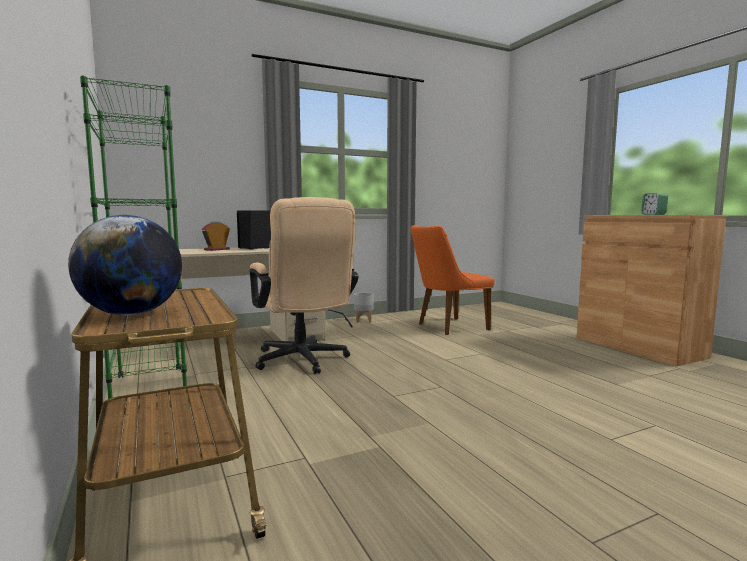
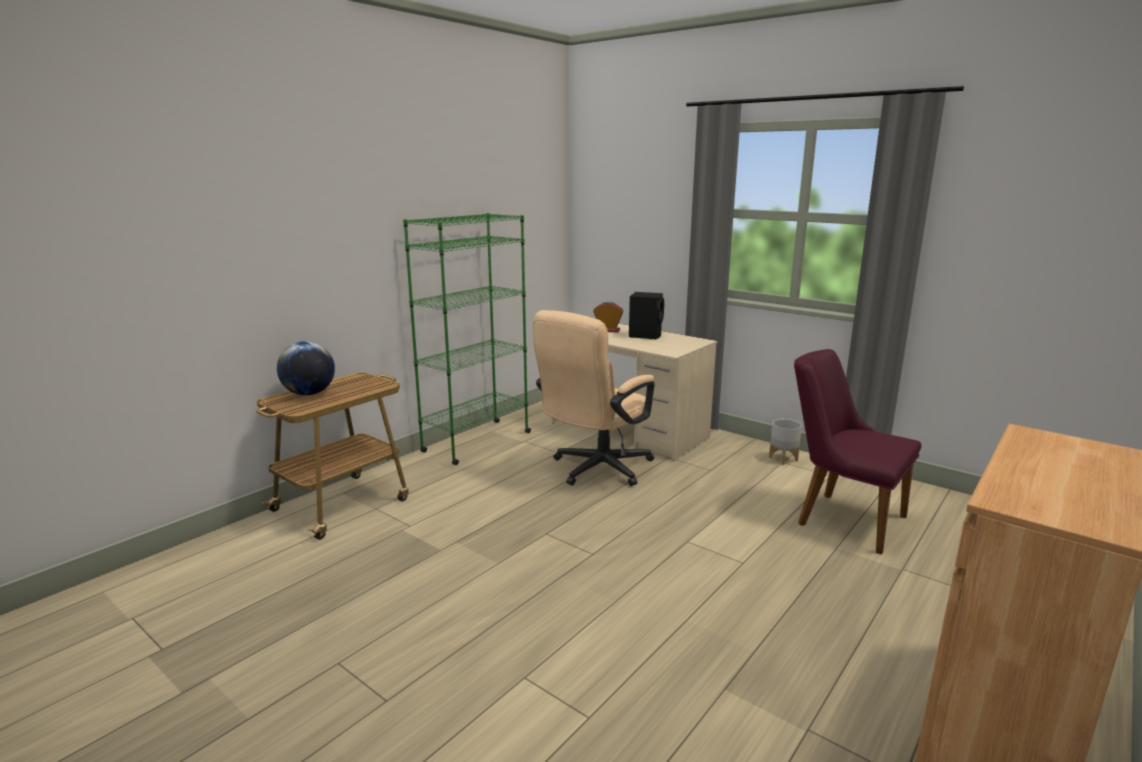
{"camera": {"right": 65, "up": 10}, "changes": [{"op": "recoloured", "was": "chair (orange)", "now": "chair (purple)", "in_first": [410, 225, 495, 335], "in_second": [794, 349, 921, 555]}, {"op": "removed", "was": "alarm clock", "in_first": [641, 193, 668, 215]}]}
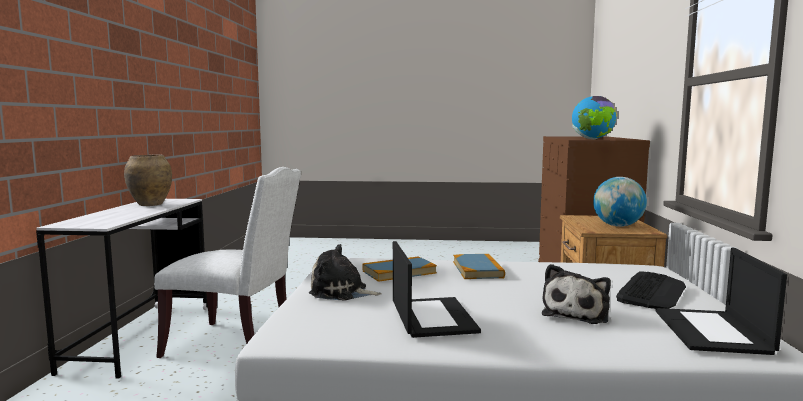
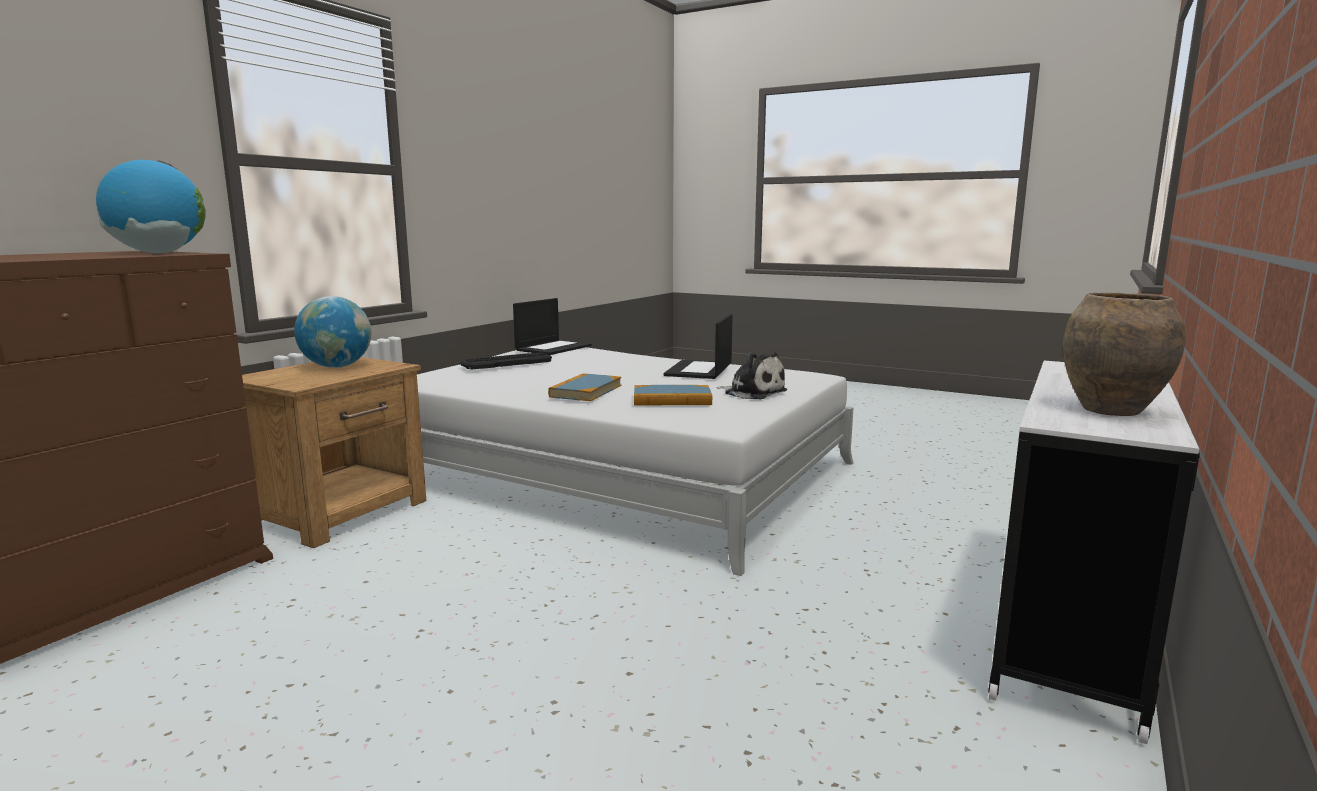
{"camera": {"right": -155, "up": 5}, "changes": [{"op": "removed", "was": "chair (white)", "in_first": [154, 167, 301, 358]}, {"op": "removed", "was": "plush toy", "in_first": [542, 264, 611, 324]}]}
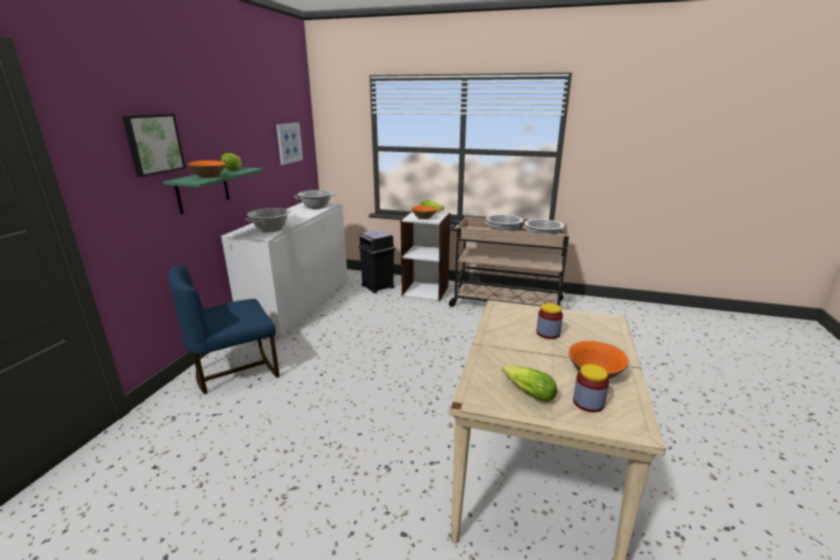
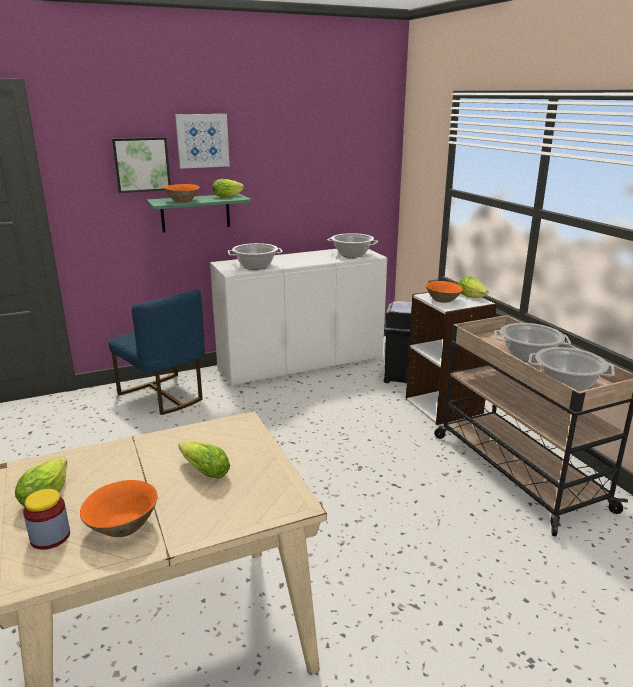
{"camera": {"right": 50, "up": 0}, "changes": [{"op": "turned", "was": "chair (blue)", "in_first": [169, 265, 280, 394], "in_second": [109, 290, 205, 415], "clockwise": -150}, {"op": "moved", "was": "picture", "in_first": [276, 123, 303, 165], "in_second": [175, 114, 230, 169]}, {"op": "replaced", "was": "jar", "now": "lettuce", "in_first": [536, 303, 563, 339], "in_second": [178, 441, 230, 478]}]}
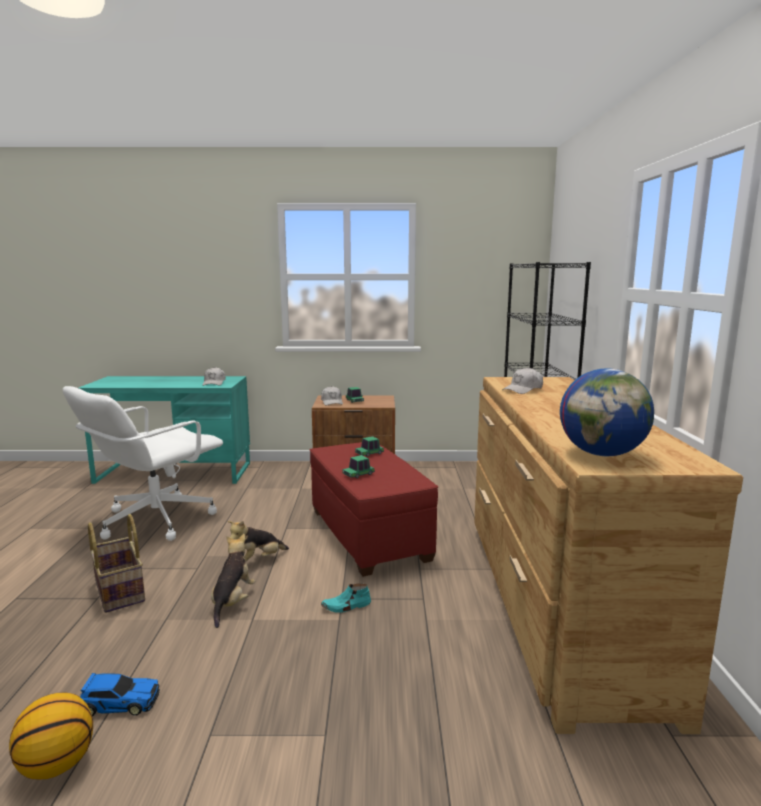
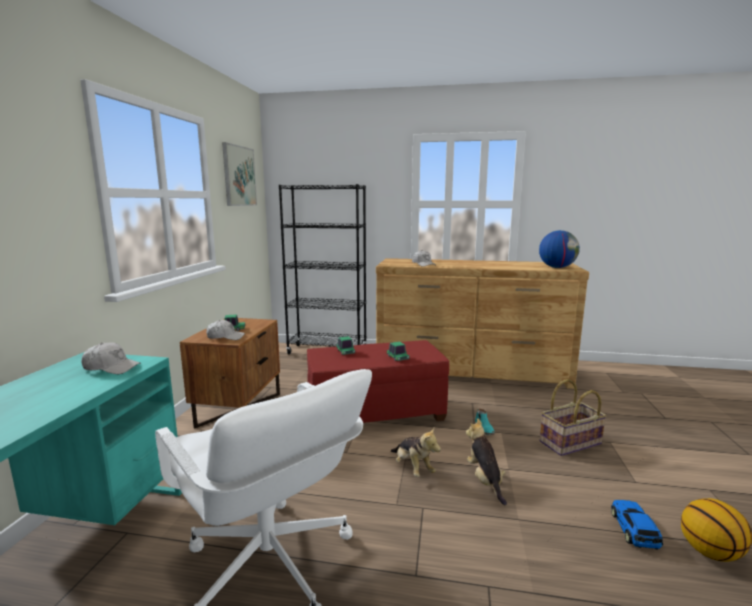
{"camera": {"right": -80, "up": 0}, "changes": [{"op": "added", "now": "picture", "in_second": [222, 142, 257, 206]}, {"op": "turned", "was": "plush toy", "in_first": [211, 534, 255, 628], "in_second": [466, 418, 507, 505], "clockwise": 60}, {"op": "moved", "was": "basket", "in_first": [88, 514, 145, 613], "in_second": [540, 379, 607, 456]}]}
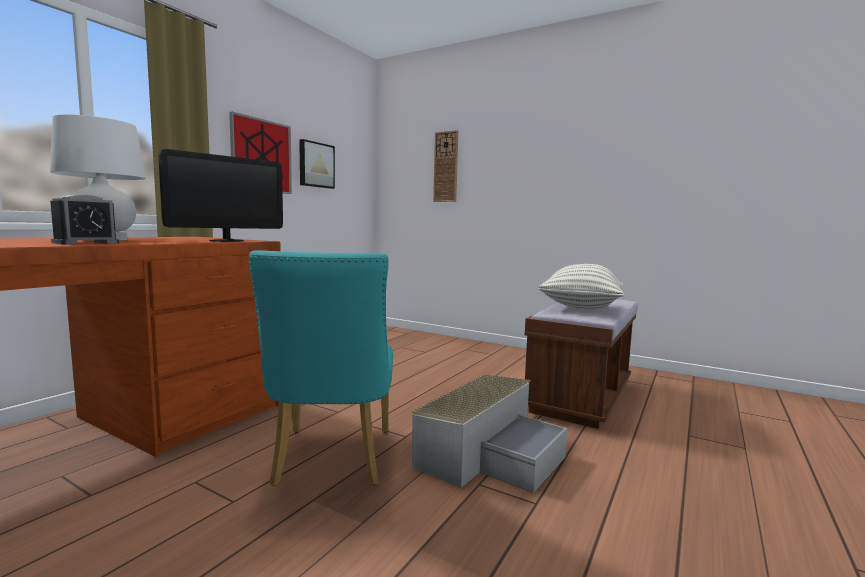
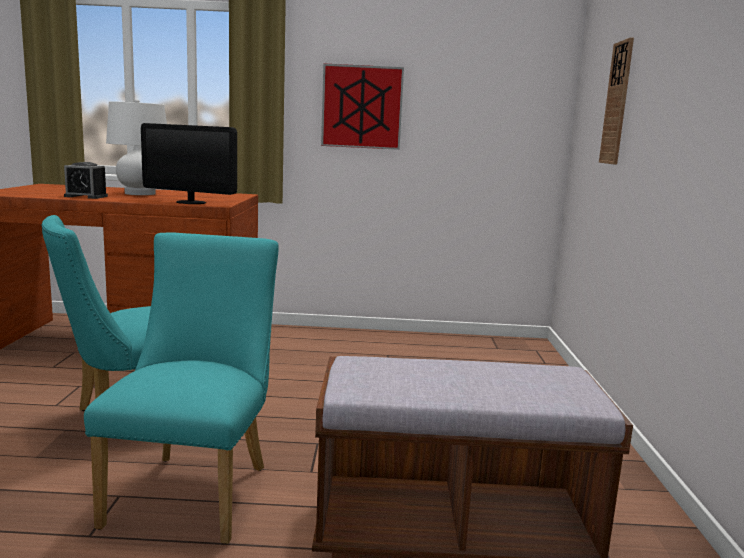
{"camera": {"right": 60, "up": 5}, "changes": [{"op": "replaced", "was": "storage box (grey)", "now": "chair (turquoise)", "in_first": [412, 374, 568, 493], "in_second": [84, 232, 279, 544]}, {"op": "removed", "was": "picture", "in_first": [299, 139, 335, 189]}, {"op": "removed", "was": "pillow", "in_first": [538, 264, 624, 310]}]}
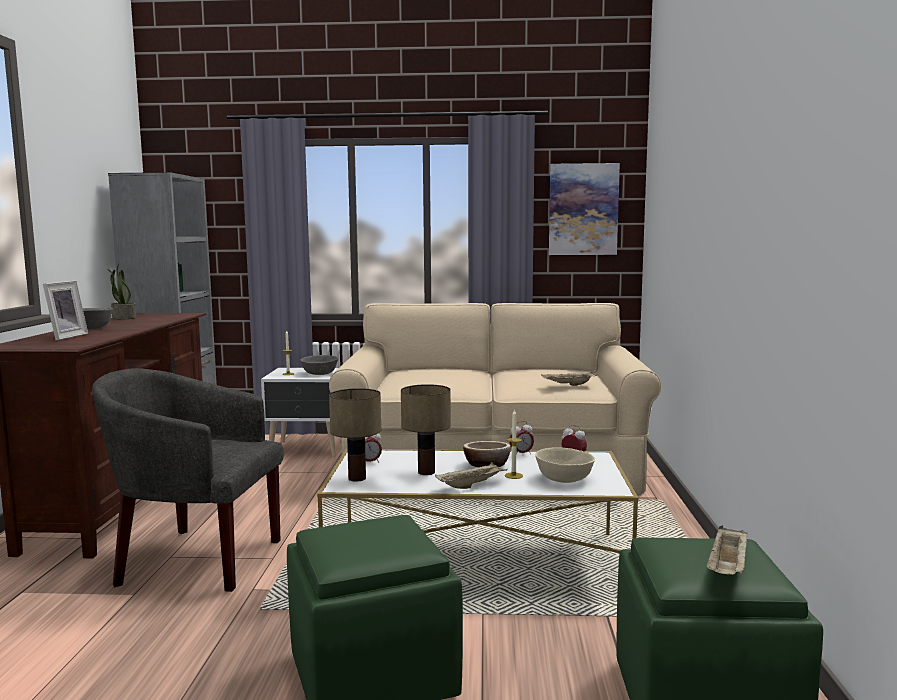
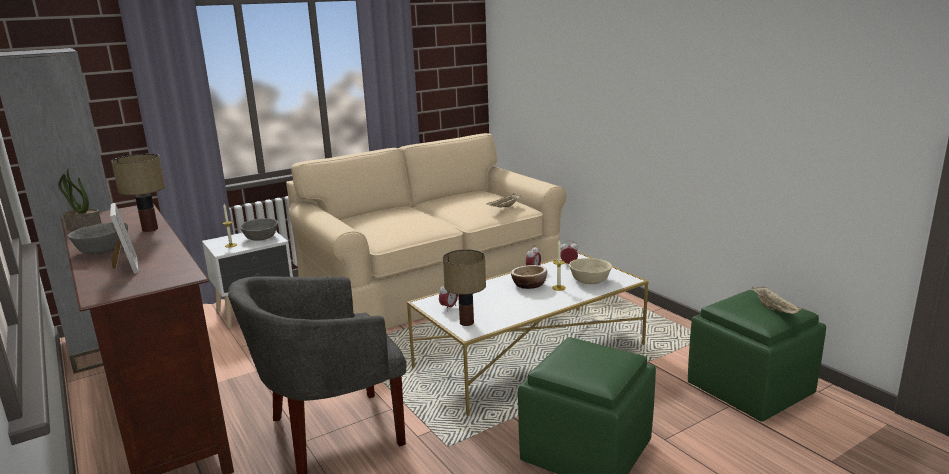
{"camera": {"right": -35, "up": 10}, "changes": [{"op": "moved", "was": "table lamp", "in_first": [401, 384, 451, 475], "in_second": [111, 154, 165, 232]}, {"op": "removed", "was": "tray (beige)", "in_first": [435, 462, 508, 489]}, {"op": "removed", "was": "picture", "in_first": [549, 163, 620, 255]}]}
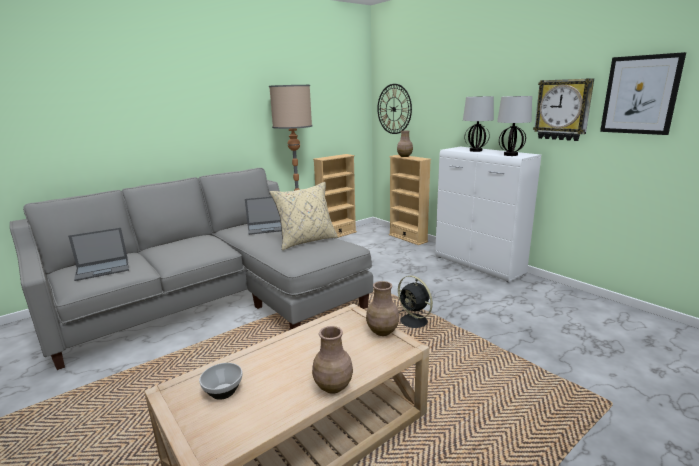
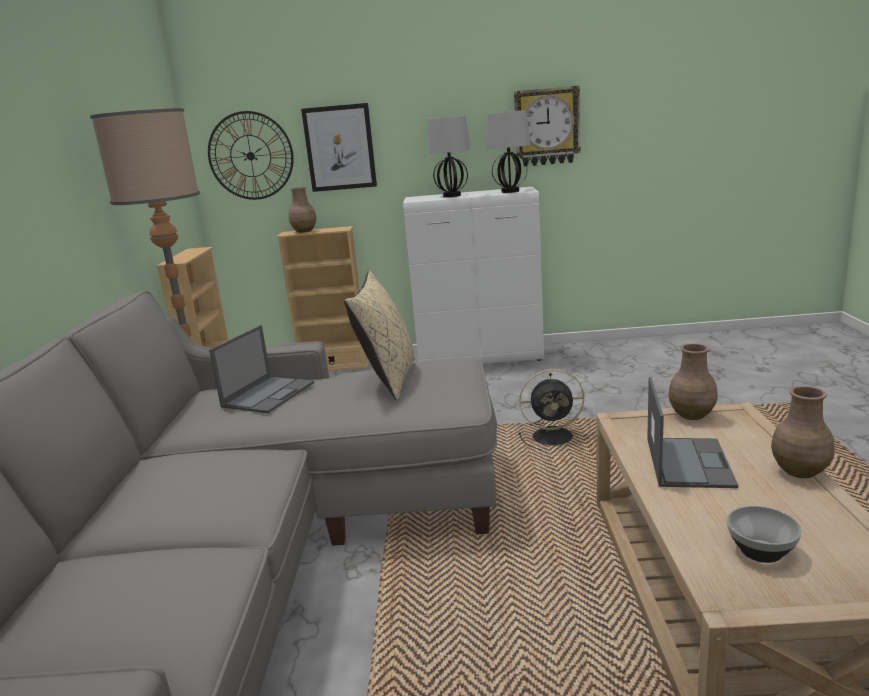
{"camera": {"right": -50, "up": 0}, "changes": [{"op": "moved", "was": "picture", "in_first": [600, 52, 686, 135], "in_second": [301, 103, 377, 192]}, {"op": "moved", "was": "laptop", "in_first": [68, 227, 129, 281], "in_second": [647, 377, 738, 488]}]}
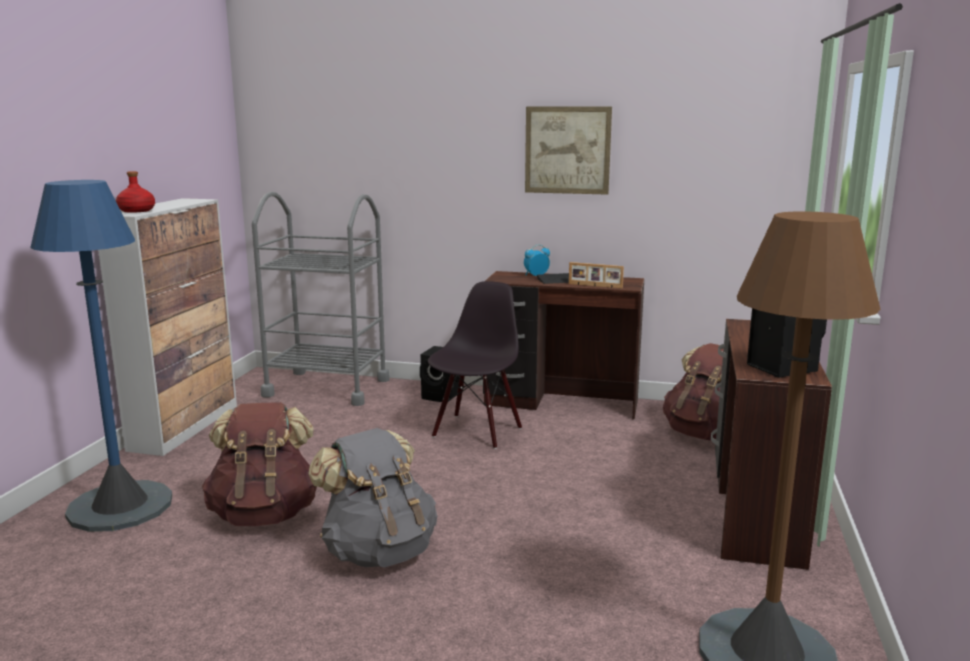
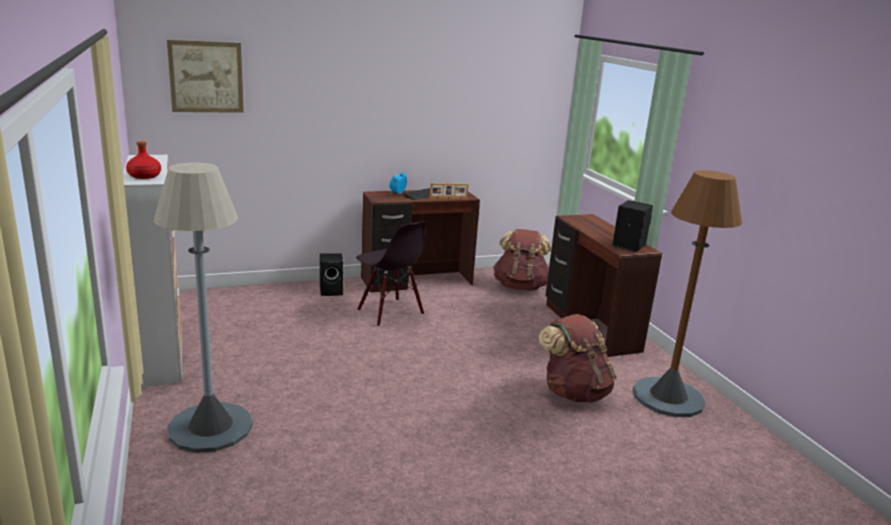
{"camera": {"right": -35, "up": 5}, "changes": [{"op": "recoloured", "was": "floor lamp (blue)", "now": "floor lamp (grey)", "in_first": [30, 180, 172, 532], "in_second": [154, 163, 253, 453]}, {"op": "moved", "was": "picture", "in_first": [525, 107, 612, 195], "in_second": [167, 40, 244, 113]}, {"op": "turned", "was": "chair (black)", "in_first": [428, 281, 522, 449], "in_second": [356, 221, 426, 327], "clockwise": 150}, {"op": "moved", "was": "backpack (brown)", "in_first": [202, 402, 317, 526], "in_second": [539, 314, 617, 403]}, {"op": "removed", "was": "cart (grey)", "in_first": [252, 192, 390, 406]}, {"op": "removed", "was": "backpack (grey)", "in_first": [308, 428, 437, 567]}]}
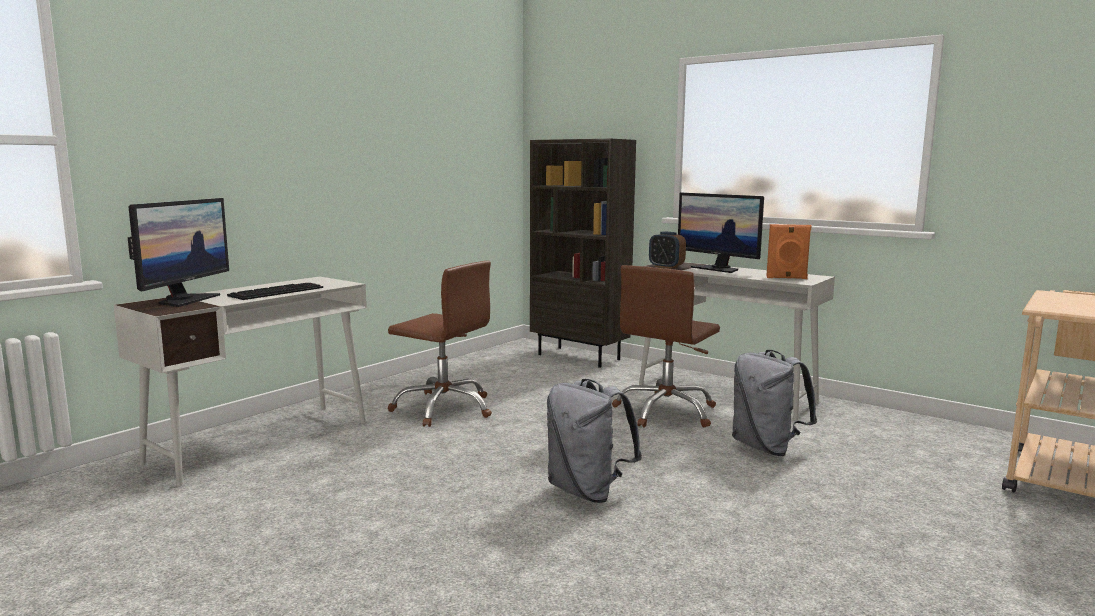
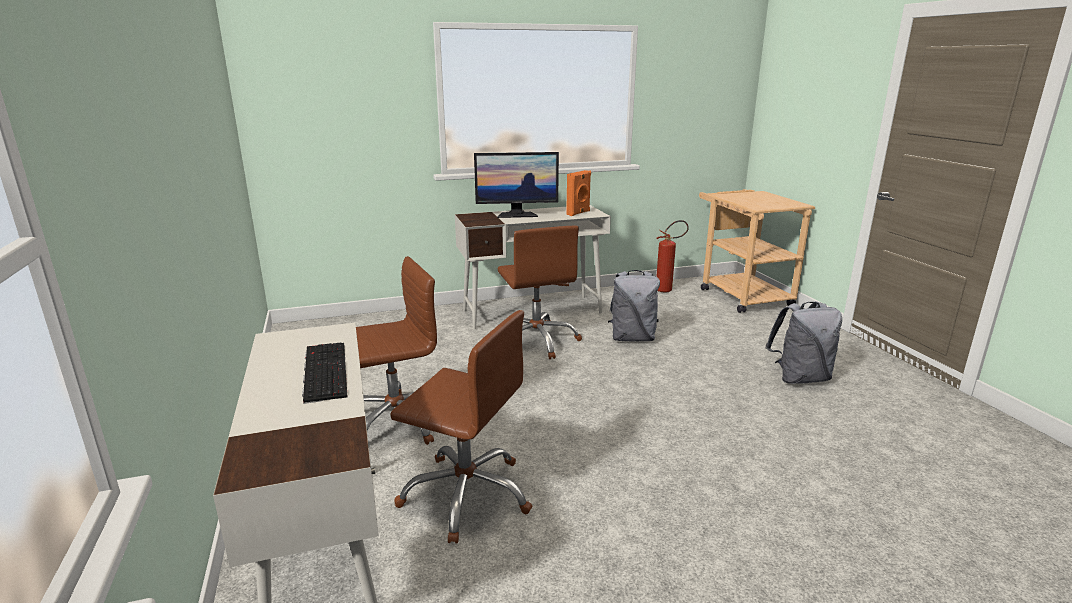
{"camera": {"right": -55, "up": 10}, "changes": [{"op": "added", "now": "office chair (brown)", "in_second": [390, 310, 532, 544]}, {"op": "added", "now": "fire extinguisher", "in_second": [656, 220, 689, 292]}, {"op": "moved", "was": "backpack (grey)", "in_first": [547, 379, 642, 503], "in_second": [765, 301, 842, 384]}, {"op": "removed", "was": "monitor", "in_first": [128, 198, 229, 307]}, {"op": "removed", "was": "bookcase (brown)", "in_first": [530, 139, 636, 368]}, {"op": "removed", "was": "alarm clock", "in_first": [649, 231, 686, 269]}]}
